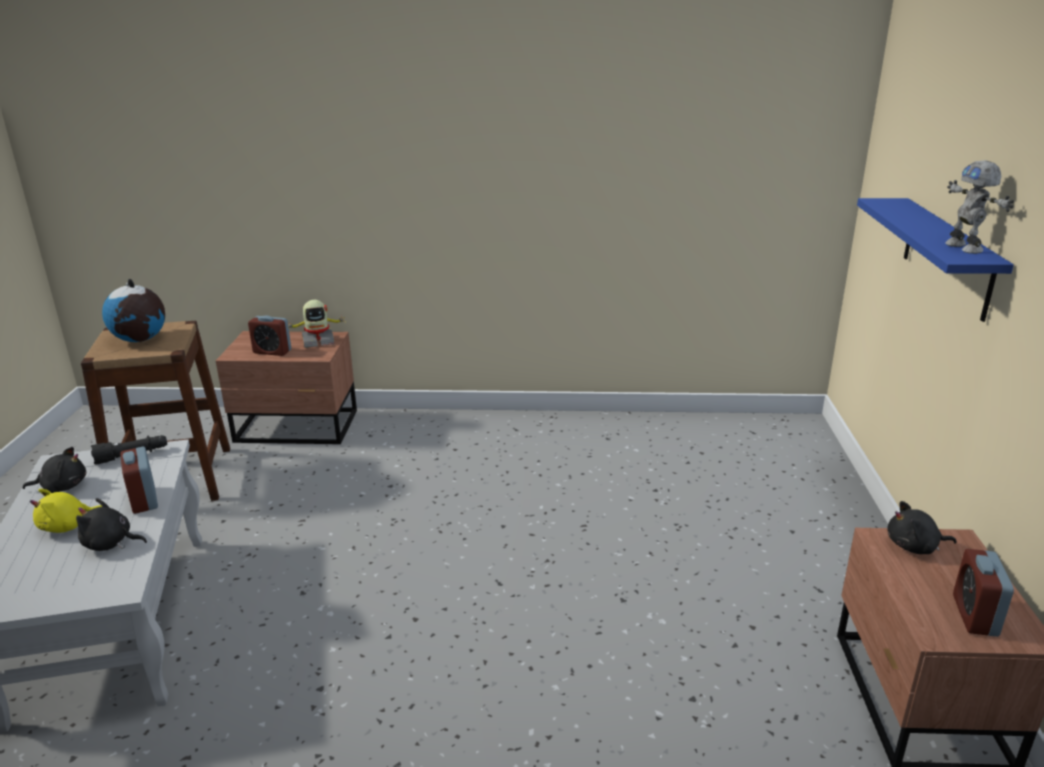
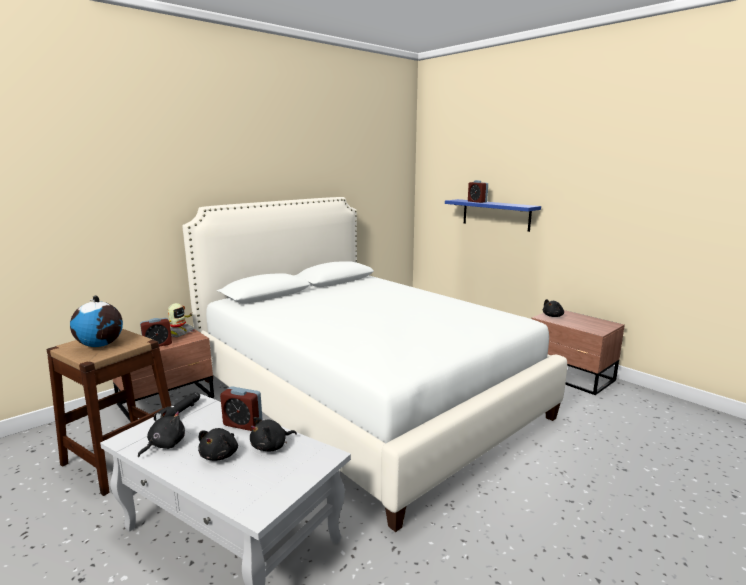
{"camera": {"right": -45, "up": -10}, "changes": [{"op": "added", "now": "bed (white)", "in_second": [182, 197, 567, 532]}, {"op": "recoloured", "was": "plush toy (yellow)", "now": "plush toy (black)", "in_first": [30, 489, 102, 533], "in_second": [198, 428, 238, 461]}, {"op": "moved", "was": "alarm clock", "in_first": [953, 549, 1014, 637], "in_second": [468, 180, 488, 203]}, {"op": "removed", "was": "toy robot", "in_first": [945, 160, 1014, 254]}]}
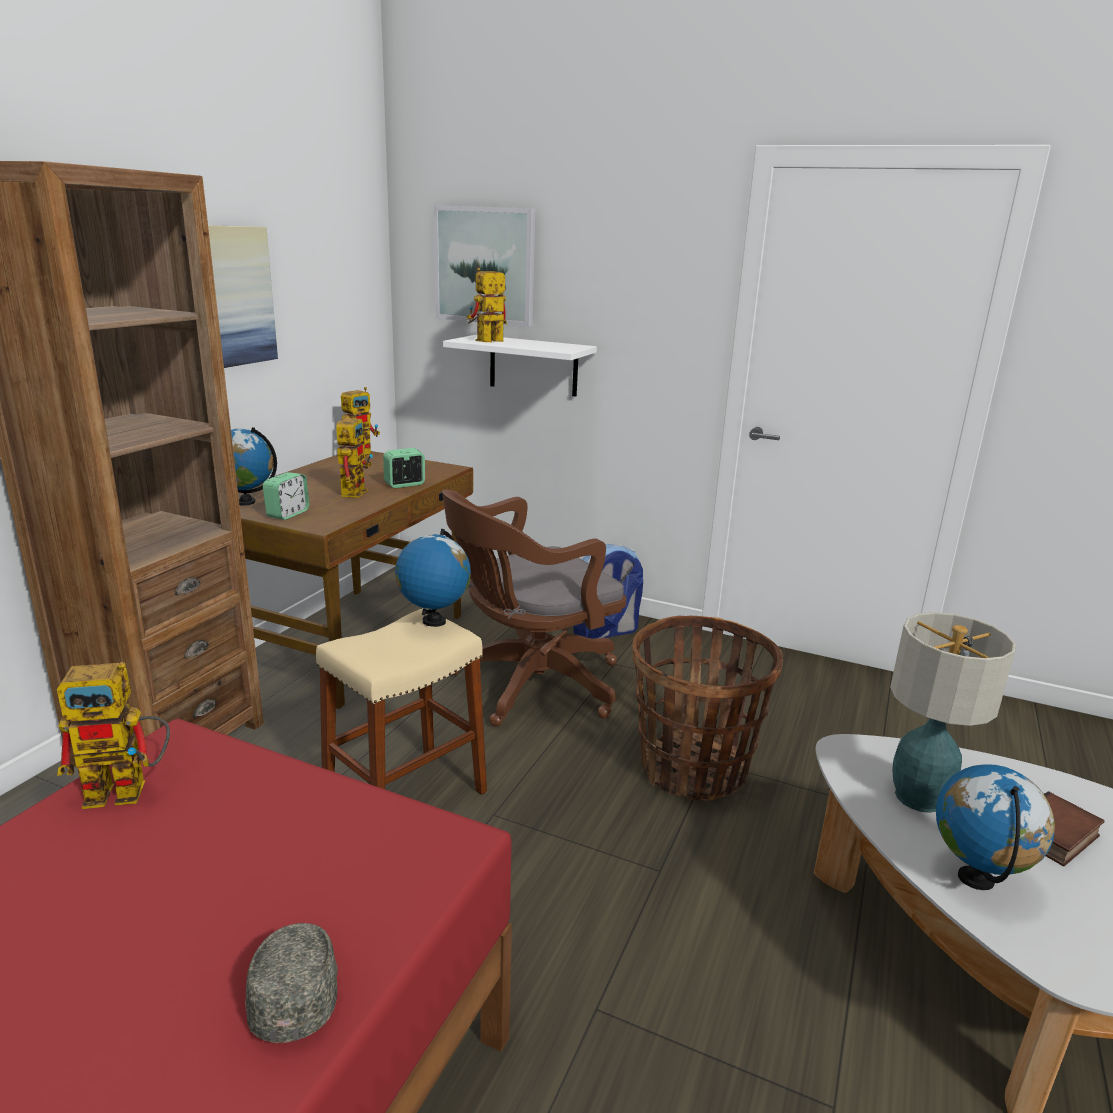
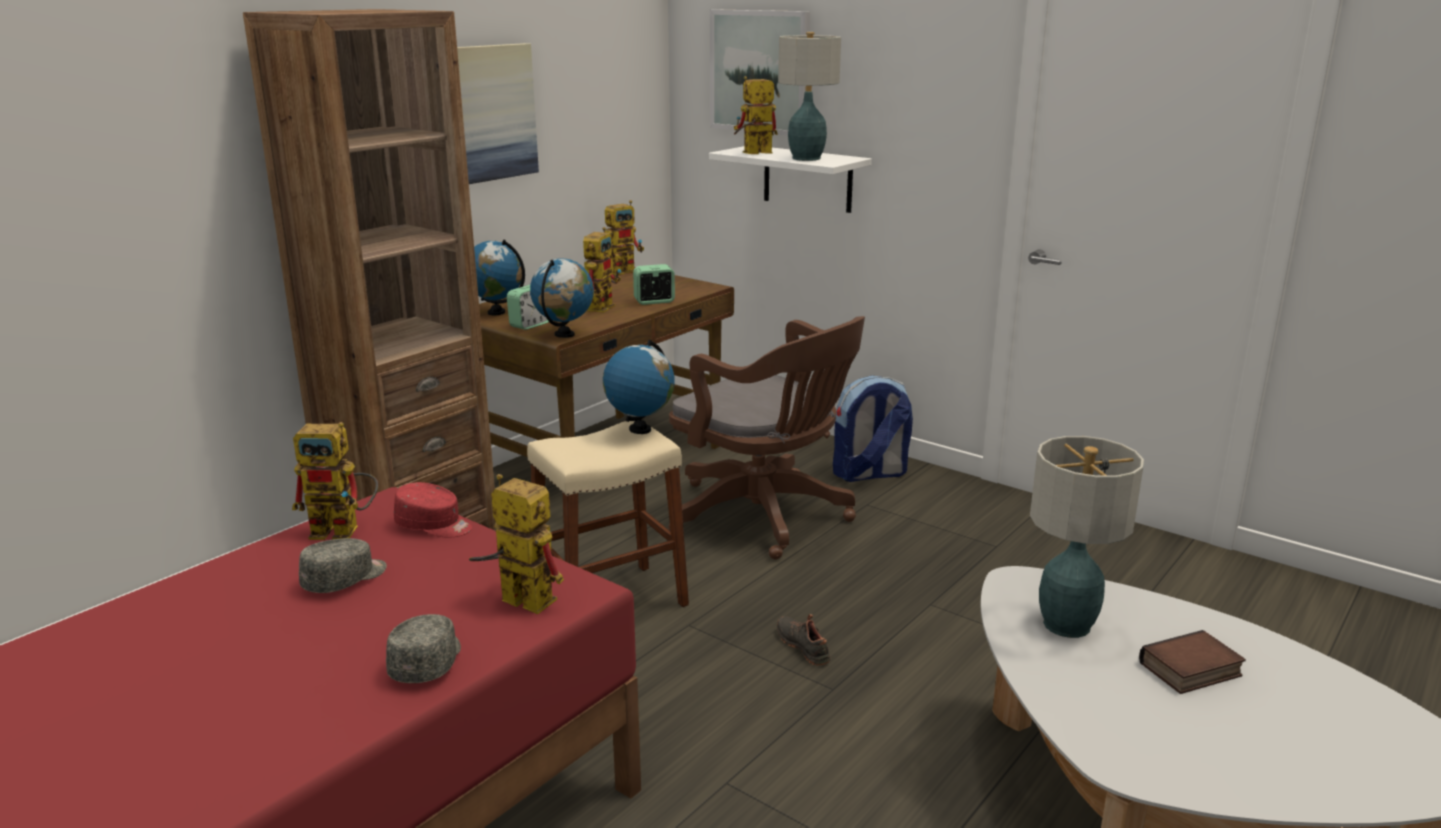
{"camera": {"right": 15, "up": 0}, "changes": [{"op": "added", "now": "cap (grey)", "in_second": [299, 538, 387, 593]}, {"op": "added", "now": "cap (red)", "in_second": [394, 482, 472, 538]}, {"op": "added", "now": "toy robot", "in_second": [469, 474, 564, 614]}, {"op": "moved", "was": "globe", "in_first": [936, 764, 1055, 890], "in_second": [530, 258, 594, 338]}, {"op": "turned", "was": "office chair (brown)", "in_first": [442, 490, 626, 727], "in_second": [668, 316, 865, 559], "clockwise": -120}, {"op": "added", "now": "shoe (black)", "in_second": [777, 614, 830, 666]}, {"op": "added", "now": "table lamp", "in_second": [778, 32, 841, 161]}, {"op": "removed", "was": "basket", "in_first": [633, 616, 783, 801]}]}
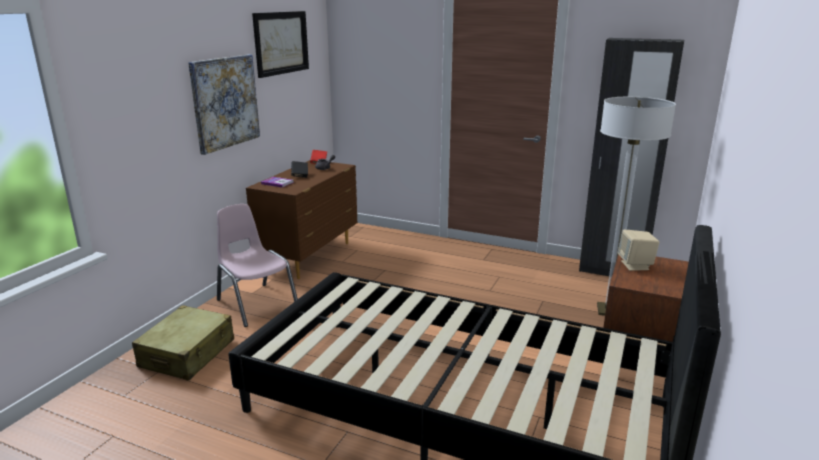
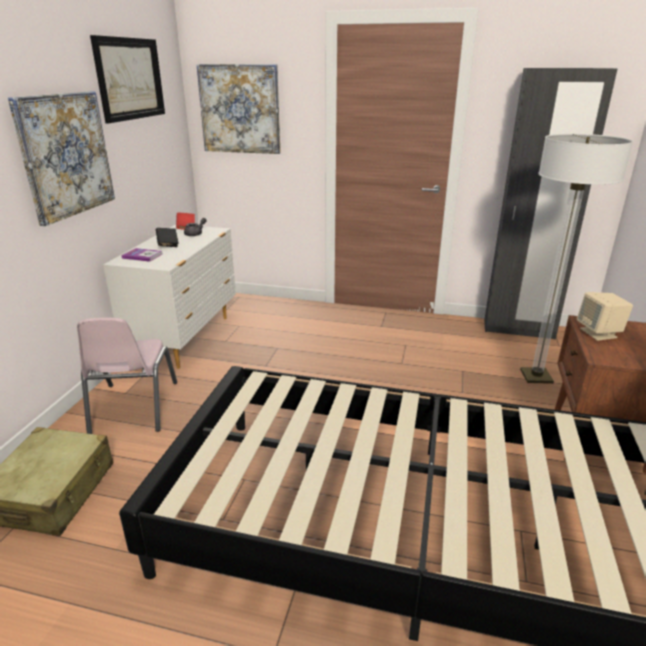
{"camera": {"right": -10, "up": 5}, "changes": [{"op": "turned", "was": "chair (pink)", "in_first": [217, 204, 298, 327], "in_second": [77, 318, 177, 434], "clockwise": -135}, {"op": "recoloured", "was": "dresser (brown)", "now": "dresser (white)", "in_first": [246, 160, 358, 279], "in_second": [103, 224, 236, 369]}, {"op": "added", "now": "picture", "in_second": [196, 64, 280, 154]}]}
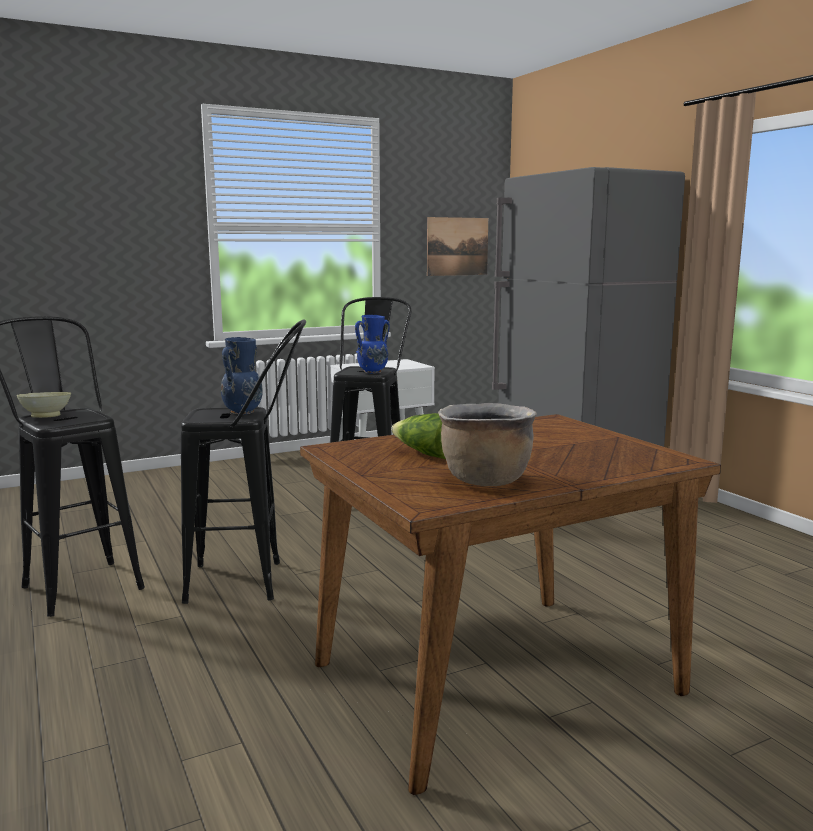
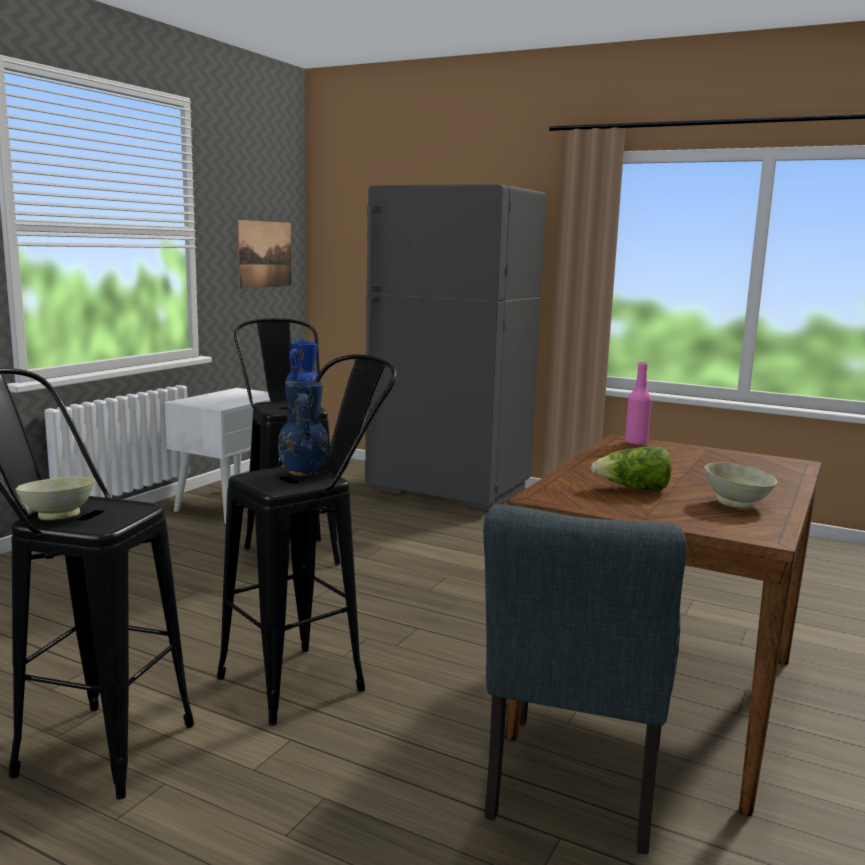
{"camera": {"right": -35, "up": 0}, "changes": [{"op": "added", "now": "chair (grey)", "in_second": [483, 504, 686, 854]}, {"op": "added", "now": "bottle (pink)", "in_second": [625, 362, 652, 445]}, {"op": "replaced", "was": "cooking pot (brown)", "now": "bowl (beige)", "in_first": [438, 403, 537, 486], "in_second": [704, 463, 777, 508]}]}
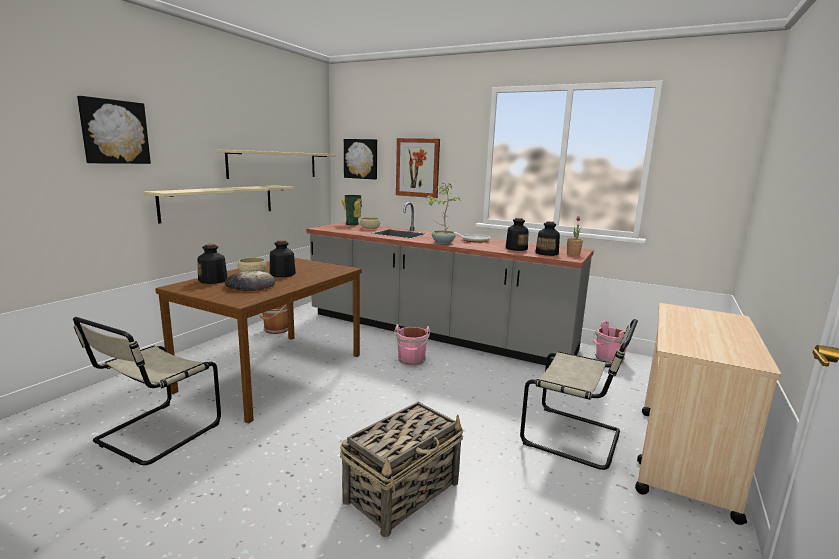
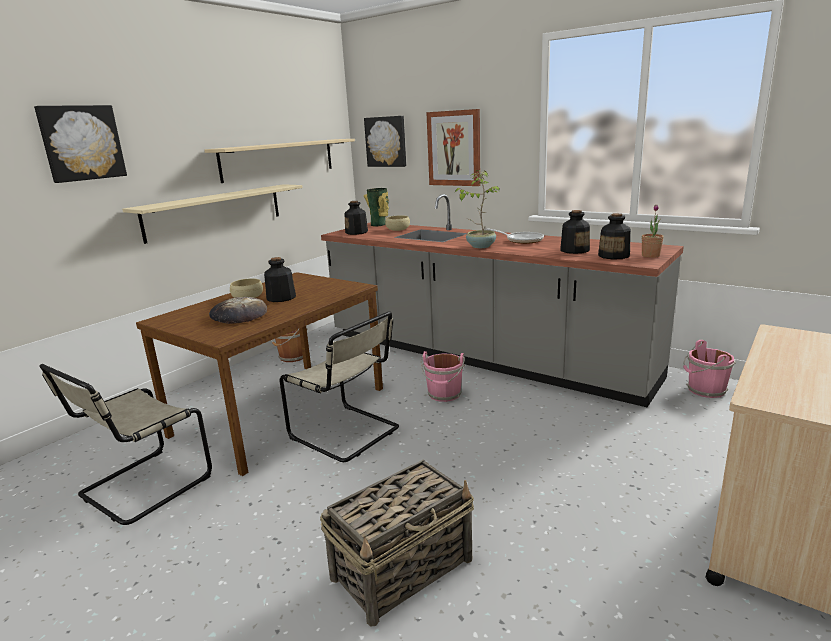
{"camera": {"right": 10, "up": 5}, "changes": [{"op": "moved", "was": "chair (beige)", "in_first": [520, 319, 638, 470], "in_second": [280, 311, 399, 462]}, {"op": "moved", "was": "bottle", "in_first": [197, 244, 228, 284], "in_second": [345, 201, 368, 235]}]}
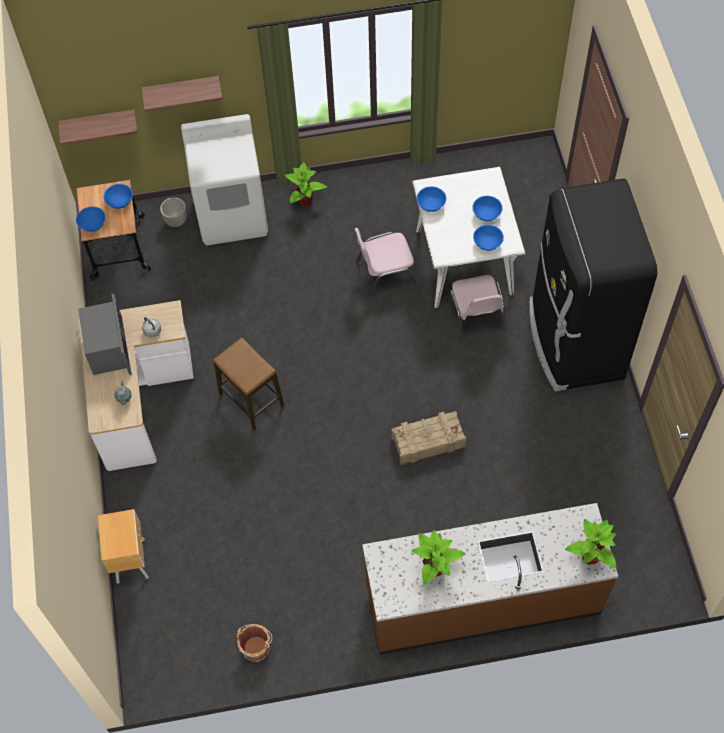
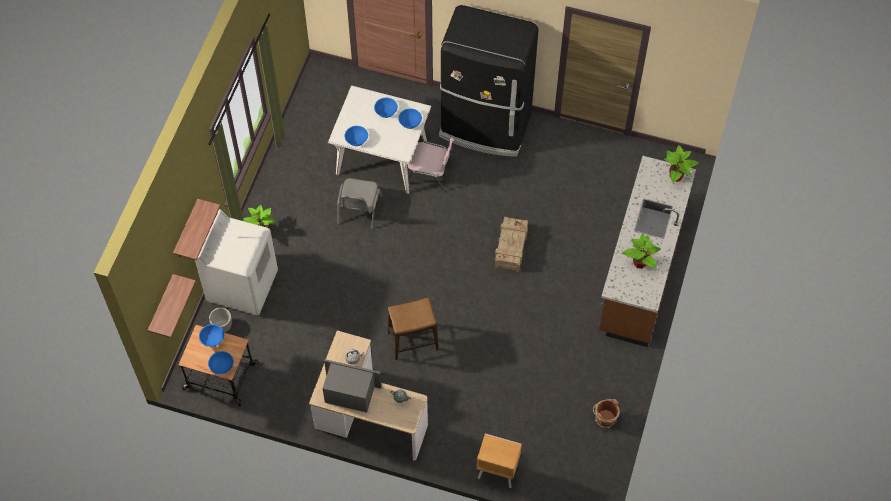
{"camera": {"right": -65, "up": 0}, "changes": [{"op": "recoloured", "was": "chair (pink)", "now": "chair (grey)", "in_first": [355, 228, 417, 296], "in_second": [337, 178, 382, 229]}]}
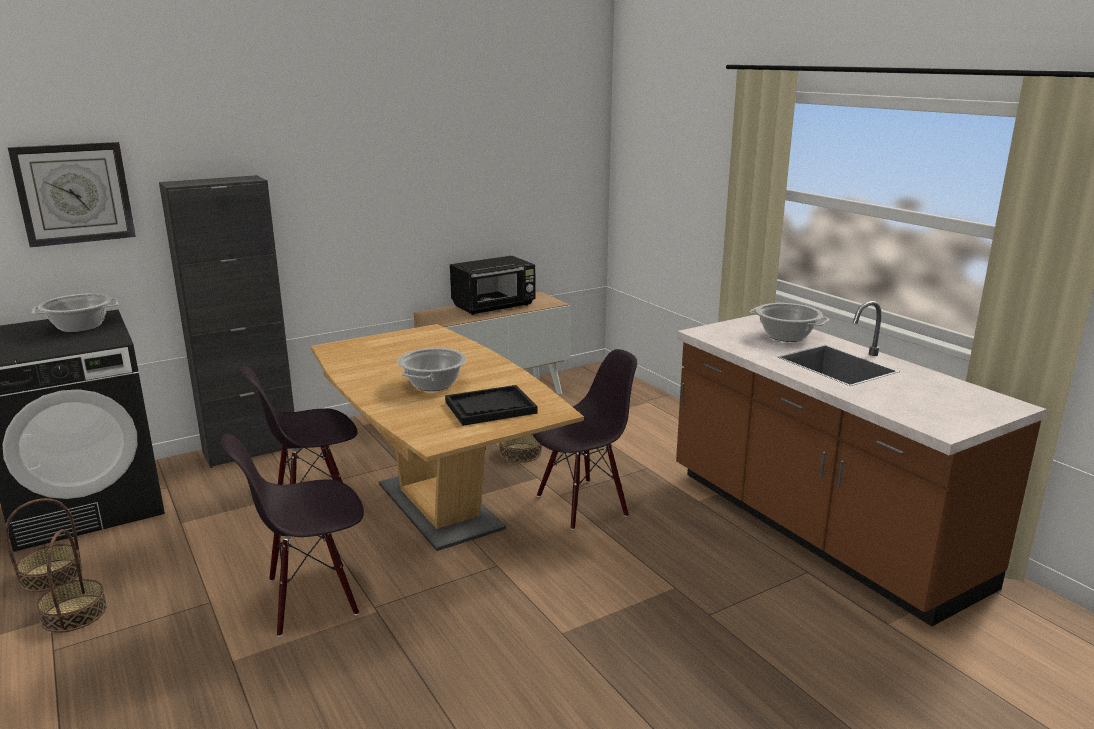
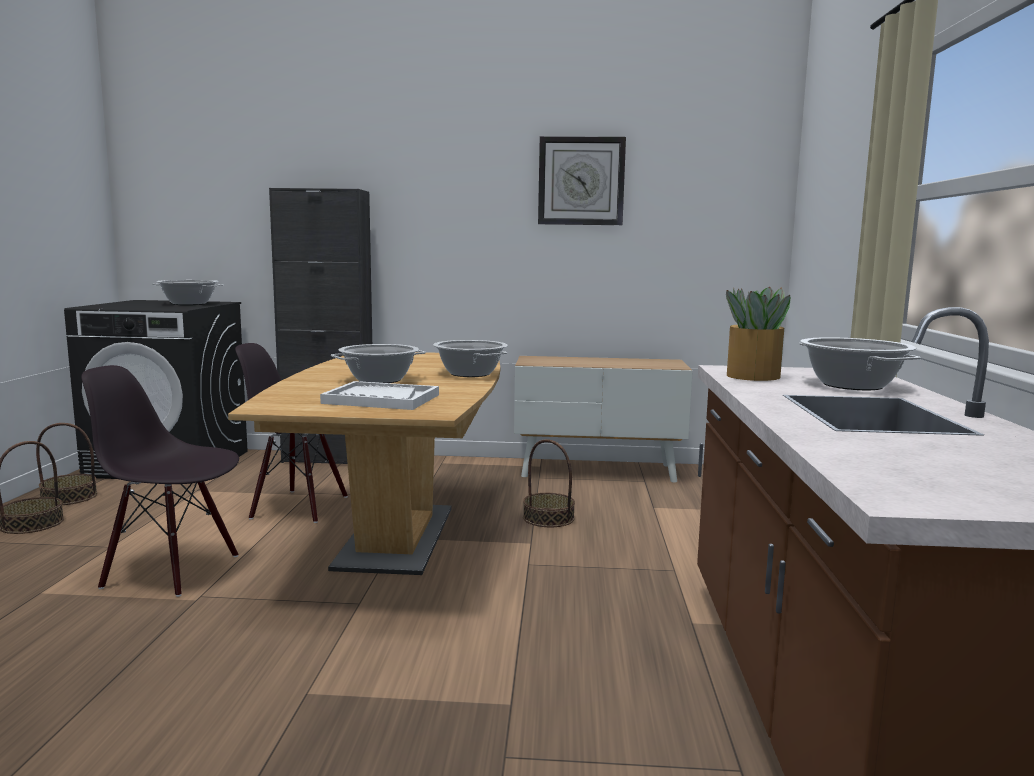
{"camera": {"right": 35, "up": -10}, "changes": [{"op": "recoloured", "was": "tray (black)", "now": "tray (white)", "in_first": [445, 385, 537, 426], "in_second": [320, 381, 439, 410]}, {"op": "added", "now": "cooking pot", "in_second": [433, 340, 508, 377]}, {"op": "moved", "was": "wall clock", "in_first": [8, 142, 136, 247], "in_second": [538, 136, 626, 225]}, {"op": "added", "now": "potted plant", "in_second": [726, 287, 790, 381]}, {"op": "removed", "was": "microwave (black)", "in_first": [450, 256, 536, 315]}, {"op": "removed", "was": "chair (black)", "in_first": [532, 349, 637, 530]}]}
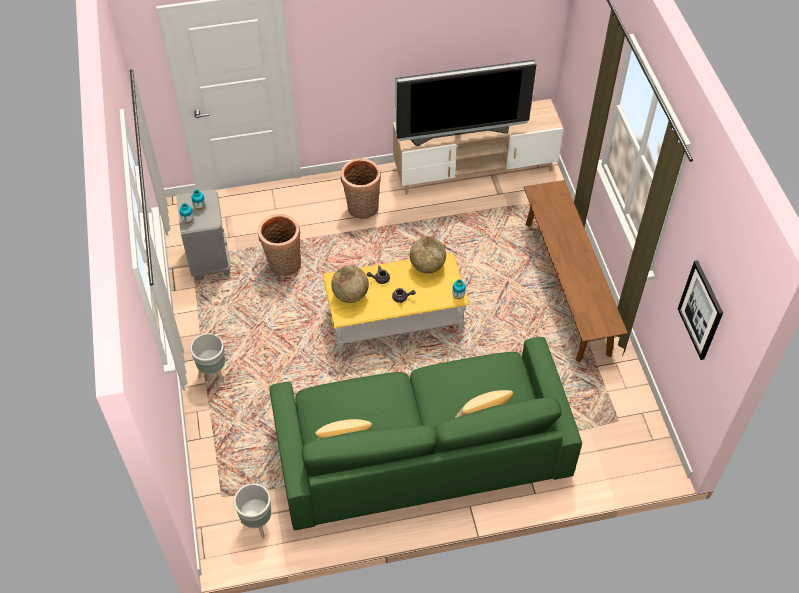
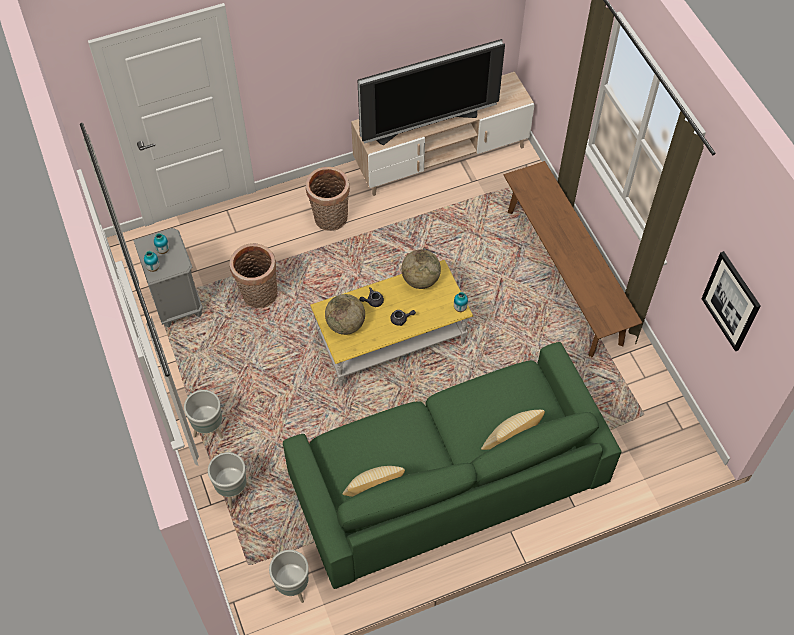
{"camera": {"right": -10, "up": 5}, "changes": [{"op": "added", "now": "planter (grey)", "in_second": [208, 452, 249, 508]}]}
